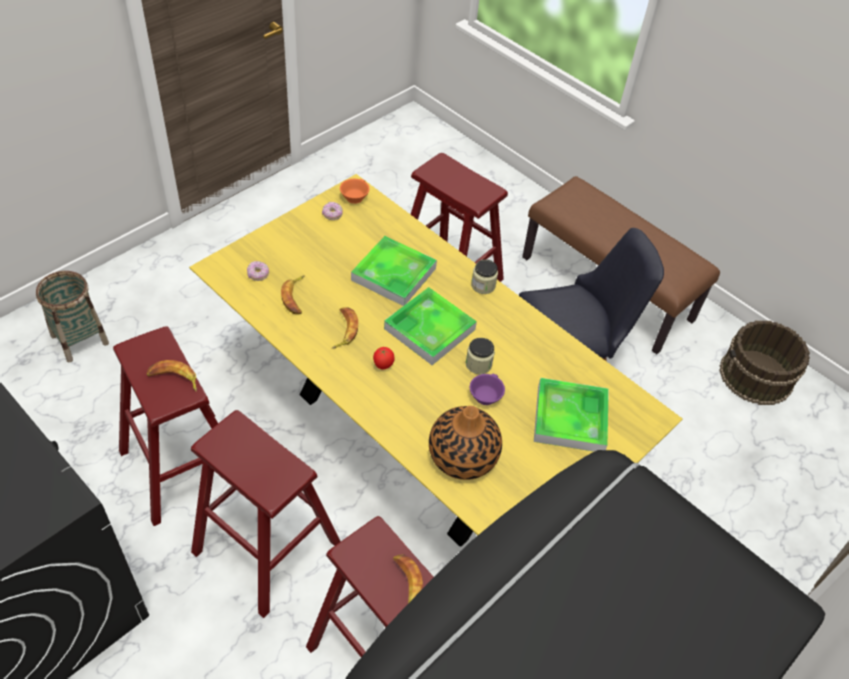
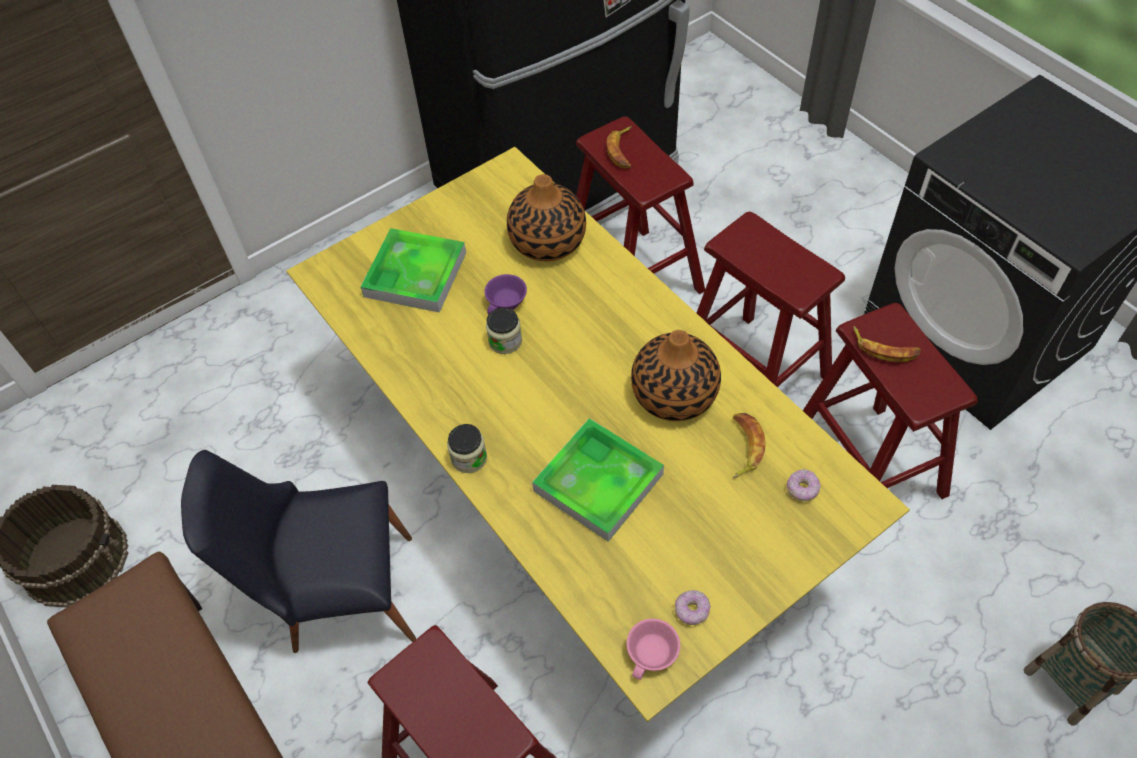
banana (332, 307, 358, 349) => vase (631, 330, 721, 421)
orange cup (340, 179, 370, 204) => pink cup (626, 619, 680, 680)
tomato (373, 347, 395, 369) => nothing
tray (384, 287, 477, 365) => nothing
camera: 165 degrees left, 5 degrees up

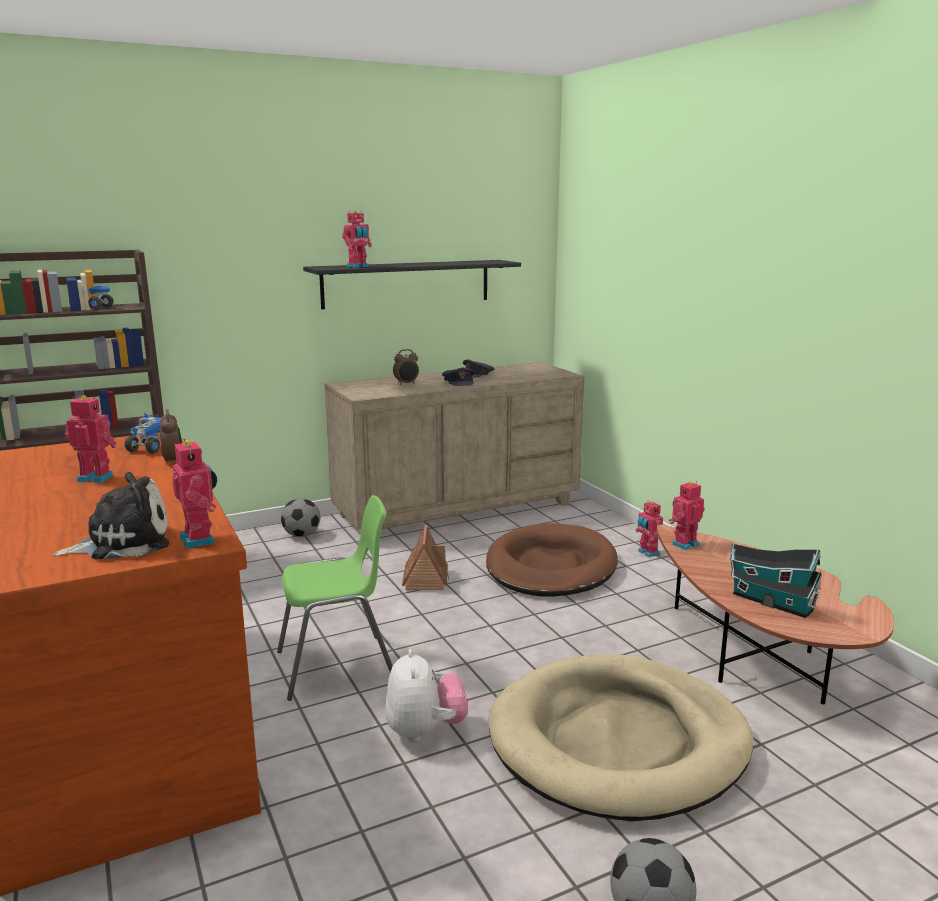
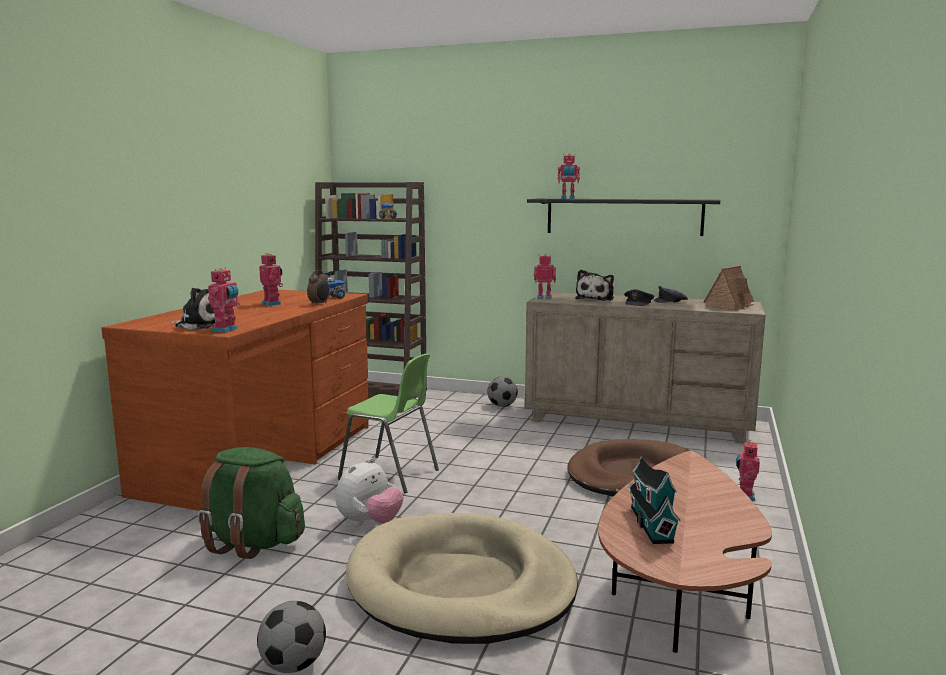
alarm clock (393, 349, 419, 385) => plush toy (576, 270, 614, 301)
toy house (402, 525, 449, 590) => toy house (704, 265, 754, 310), relocated
toy robot (669, 481, 705, 550) => toy robot (534, 254, 556, 299), relocated
nothing => green backpack (198, 447, 305, 559)
camera: 45 degrees right, 5 degrees down

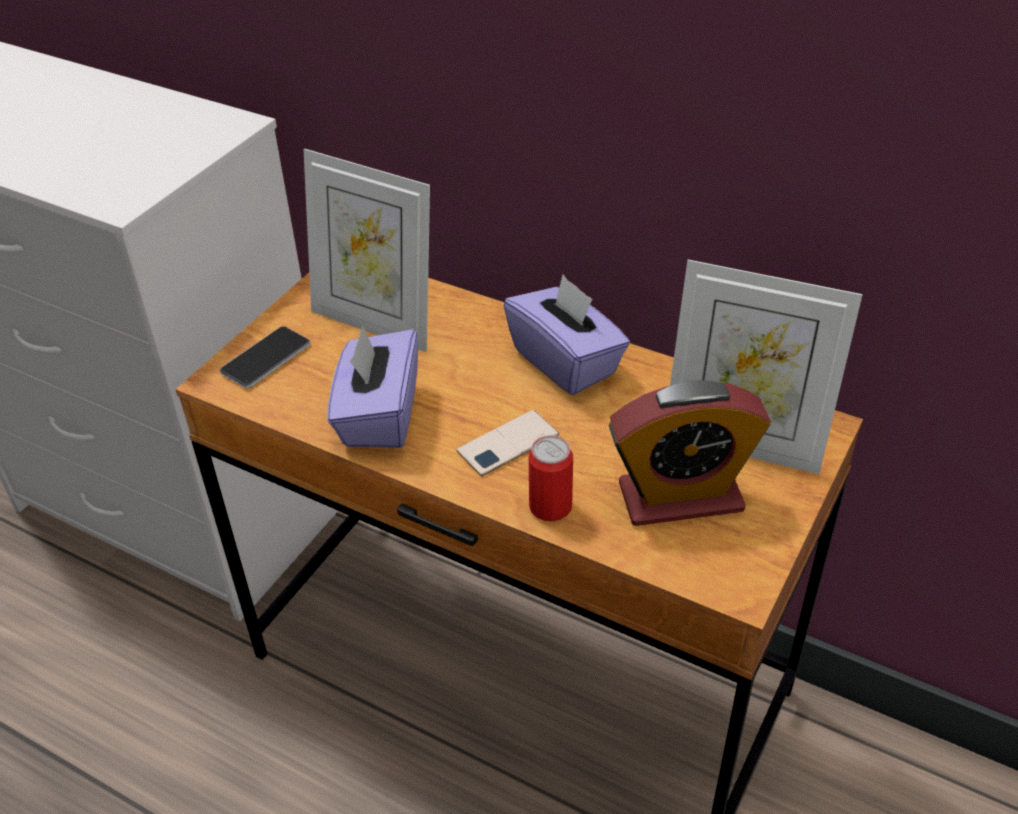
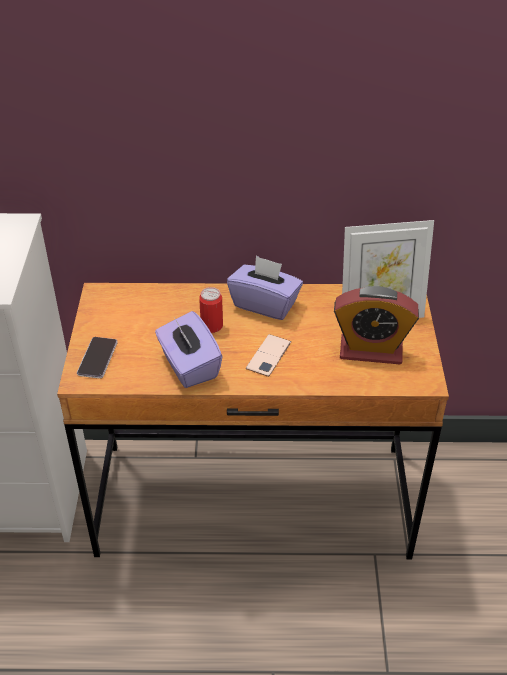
picture frame (303, 149, 430, 352) => nothing
can (529, 435, 573, 521) => can (199, 287, 223, 333), relocated
alarm clock (609, 380, 771, 526) => alarm clock (334, 286, 419, 364), 45 degrees clockwise
camera: 30 degrees left, 0 degrees up

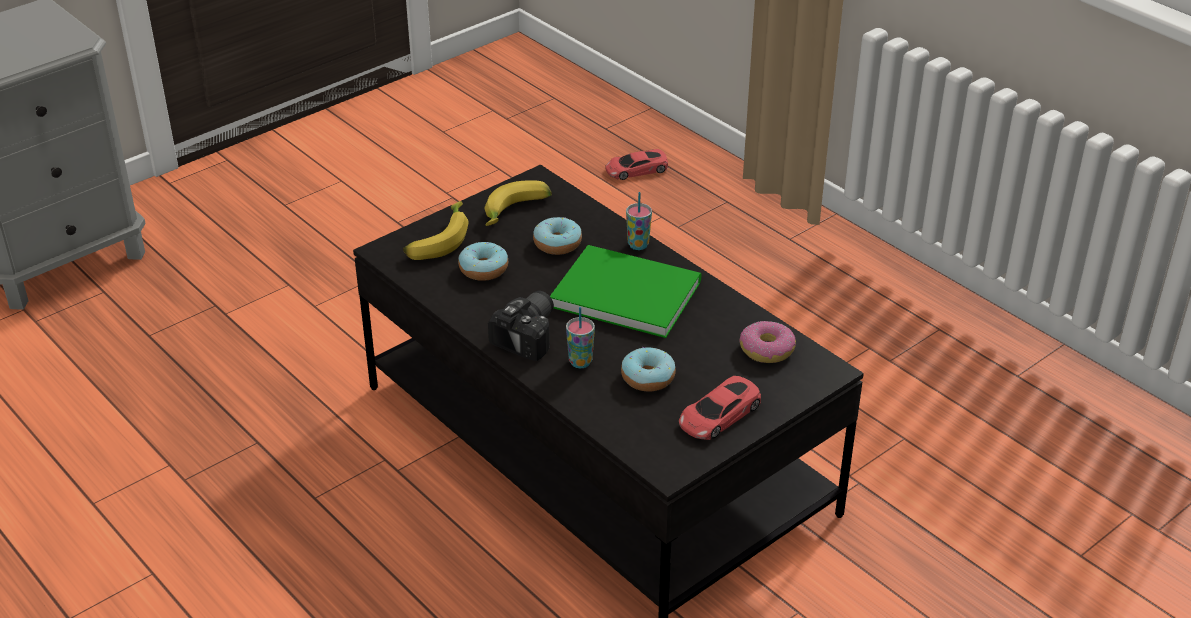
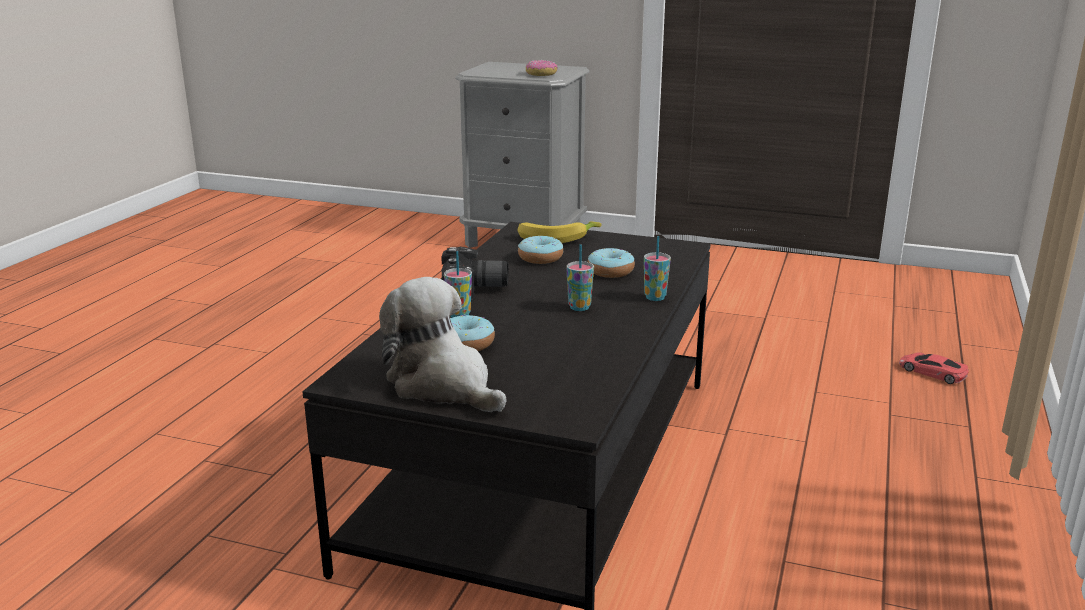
banana (485, 180, 552, 226) => nothing
green book (550, 245, 701, 338) => cup (566, 244, 594, 311)
red toy car (679, 376, 761, 440) => plush toy (379, 277, 507, 412)
donut (739, 321, 796, 363) => donut (526, 60, 558, 76), relocated
camera: 60 degrees right, 15 degrees down

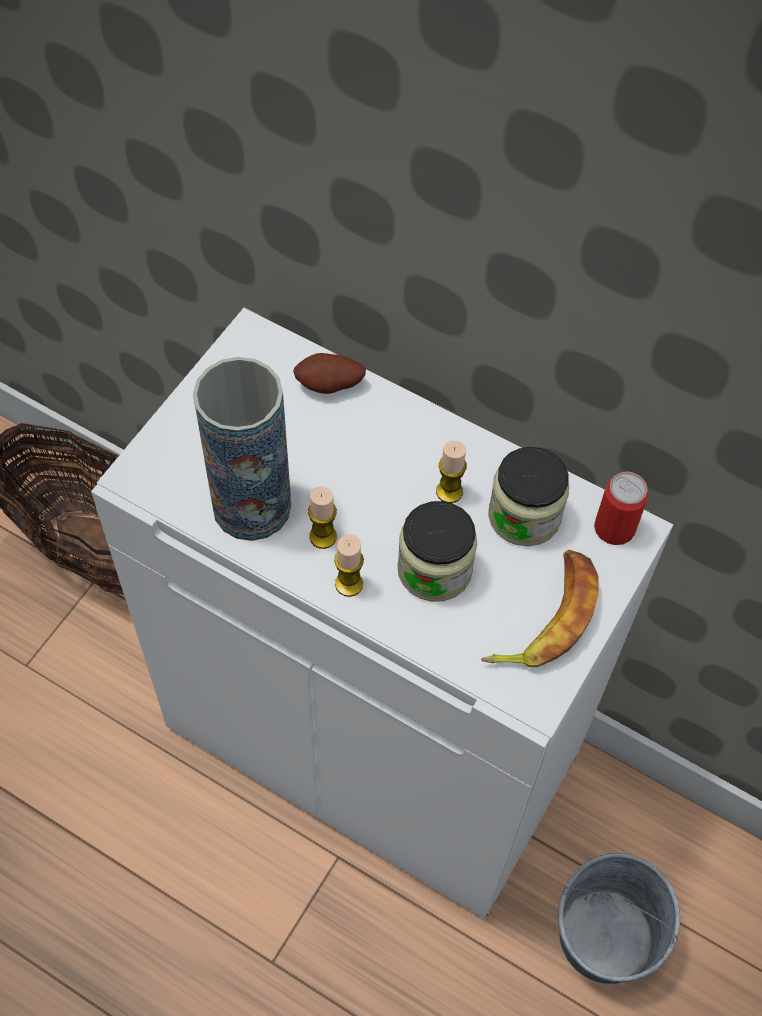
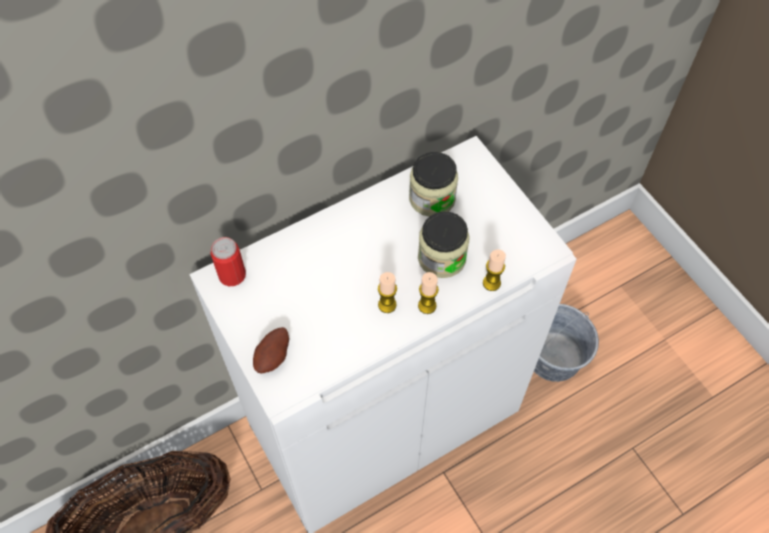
vase (193, 357, 291, 541) => nothing
potato (293, 353, 366, 394) => potato (253, 327, 289, 374), relocated
candle (436, 441, 467, 503) => candle (483, 249, 506, 291), relocated
banana (481, 550, 599, 667) => nothing
can (594, 472, 648, 545) => can (211, 237, 246, 286), relocated
camera: 60 degrees left, 0 degrees up

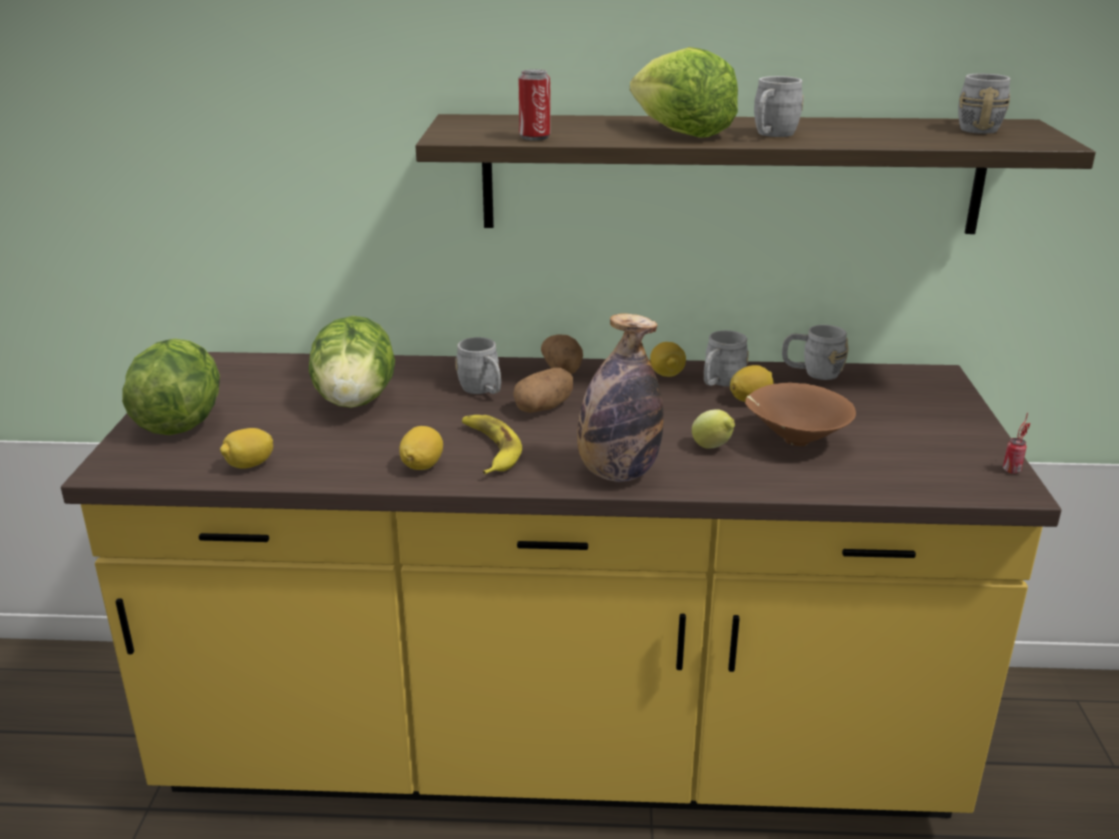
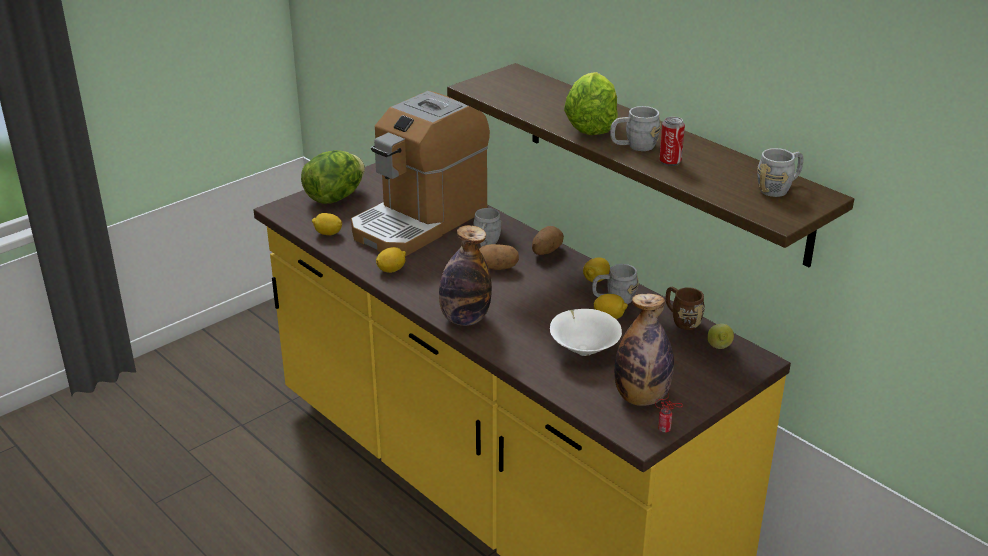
lettuce (309, 316, 395, 408) => coffee machine (351, 91, 490, 256)
banana (462, 415, 522, 474) => nothing
can (518, 69, 550, 141) => can (659, 117, 685, 166), relocated
lemon (692, 409, 735, 449) => lemon (708, 324, 734, 349), relocated
brown bowl (745, 382, 856, 446) => white bowl (550, 309, 622, 356)
grey mug (782, 325, 849, 380) => brown mug (666, 287, 705, 330)
nothing => bottle (614, 293, 674, 406)
camera: 45 degrees right, 5 degrees up

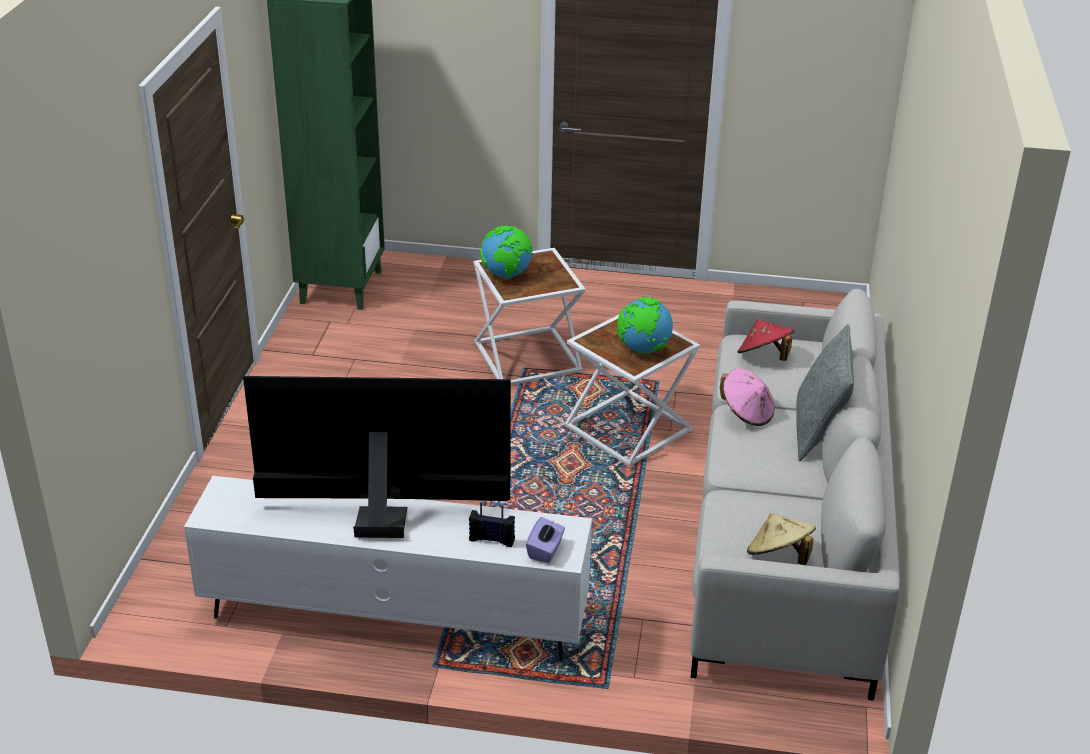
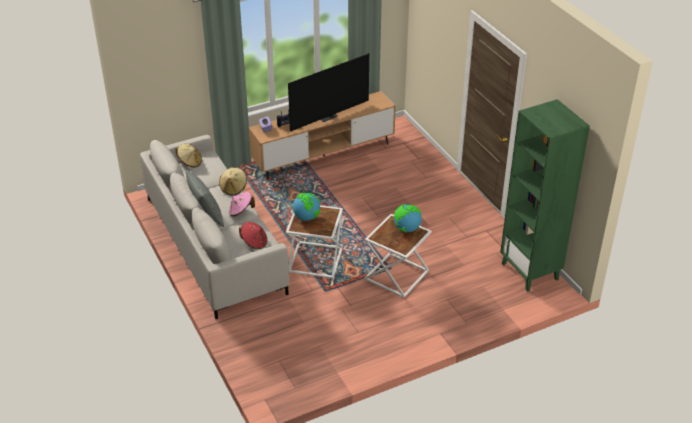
white tv stand (184, 476, 592, 661) => brown tv stand (249, 91, 396, 180)
nothing => beige hat (219, 167, 247, 195)
camera: 145 degrees right, 5 degrees up

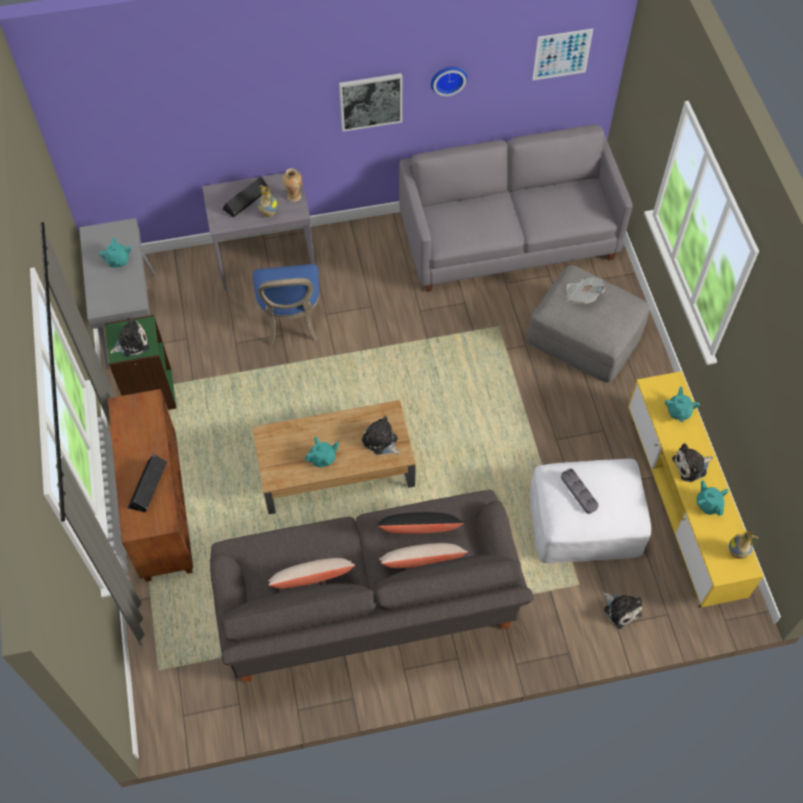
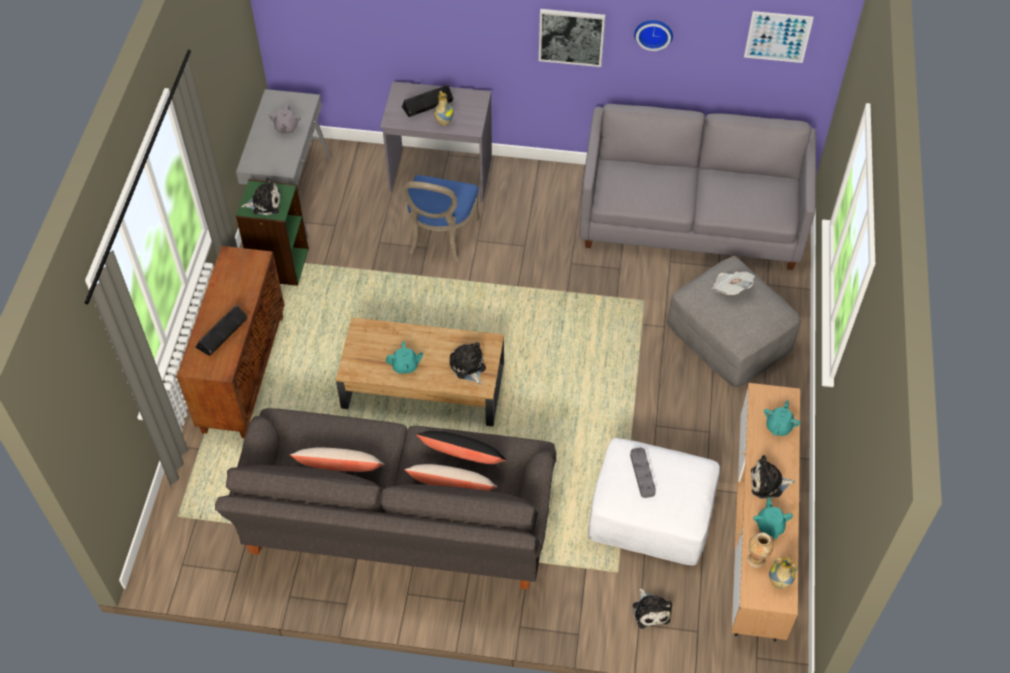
turquoise teapot (99, 238, 131, 268) => grey teapot (268, 105, 301, 134)
vase (282, 168, 302, 202) => vase (748, 533, 774, 568), relocated
yellow tv stand (628, 371, 764, 608) => brown tv stand (731, 383, 800, 642)
camera: 20 degrees right, 5 degrees down

